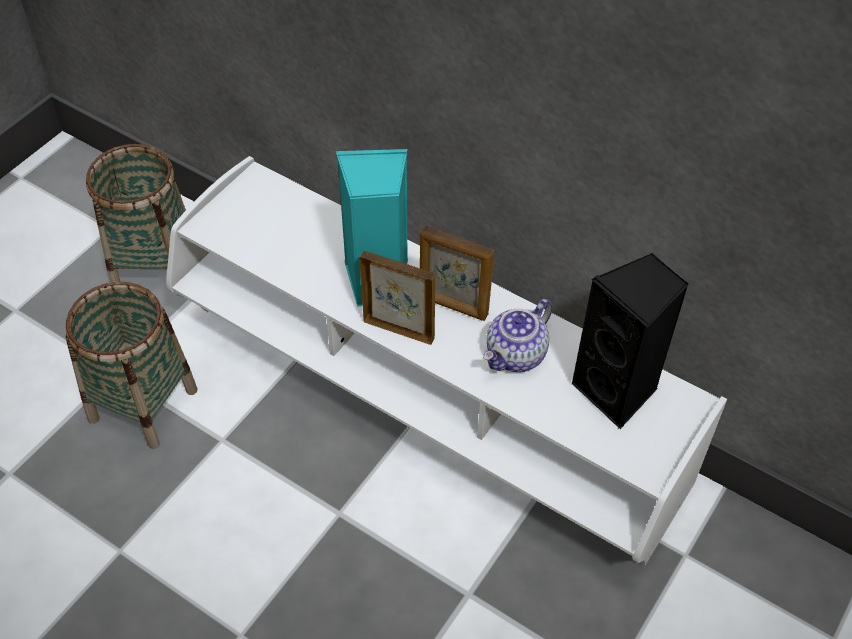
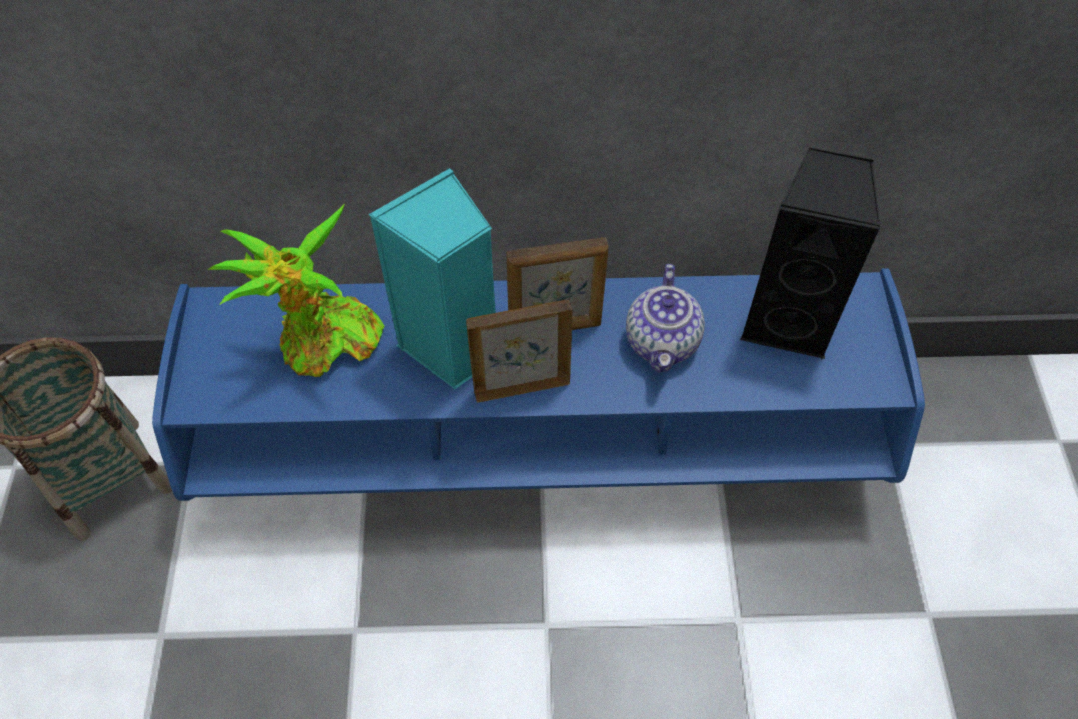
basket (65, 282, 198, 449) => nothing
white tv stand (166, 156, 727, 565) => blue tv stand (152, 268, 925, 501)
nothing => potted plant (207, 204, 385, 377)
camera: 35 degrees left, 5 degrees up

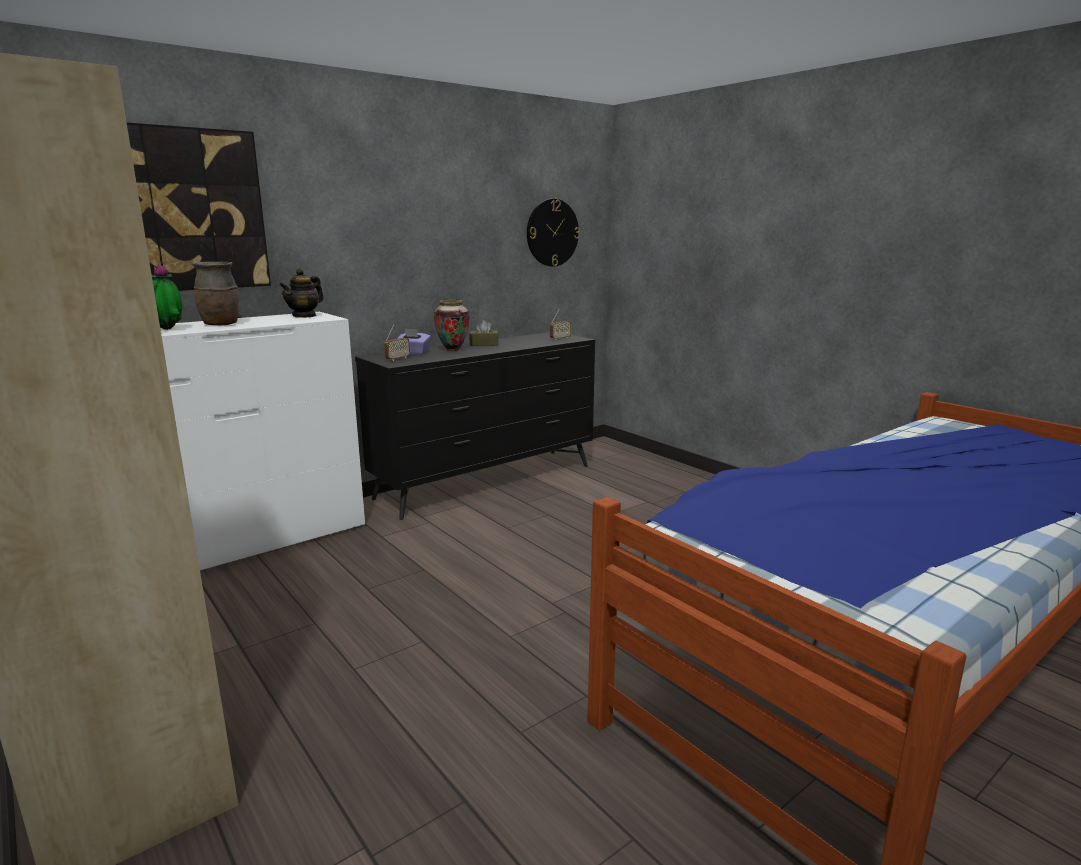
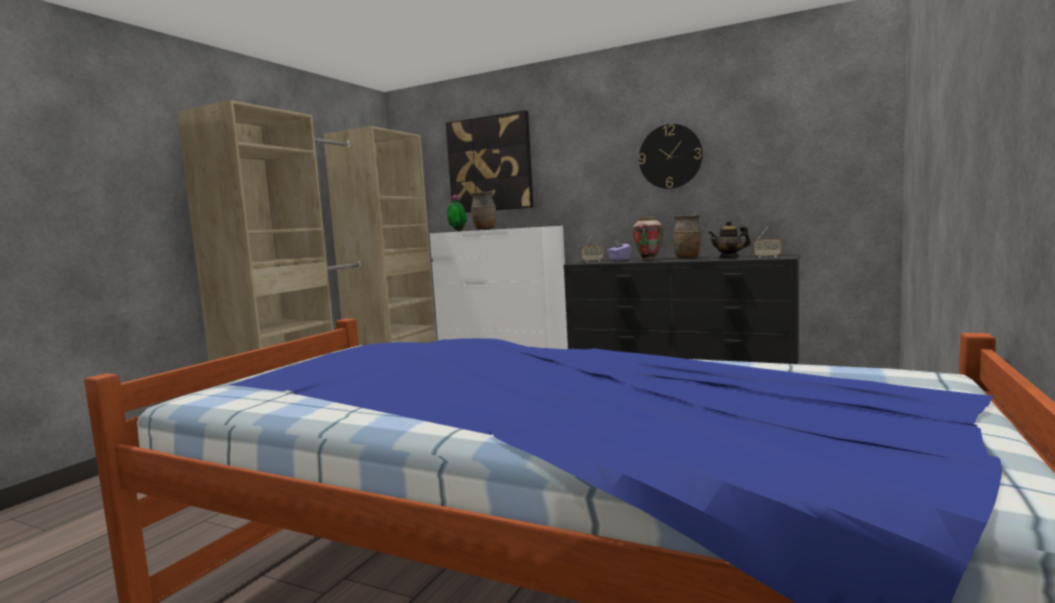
teapot (279, 268, 323, 318) => teapot (708, 220, 751, 258), relocated
brown tissue box (469, 320, 498, 346) => brown vase (673, 215, 702, 258)
wall clock (527, 199, 580, 267) => wall clock (639, 124, 703, 189), relocated
camera: 65 degrees right, 10 degrees down

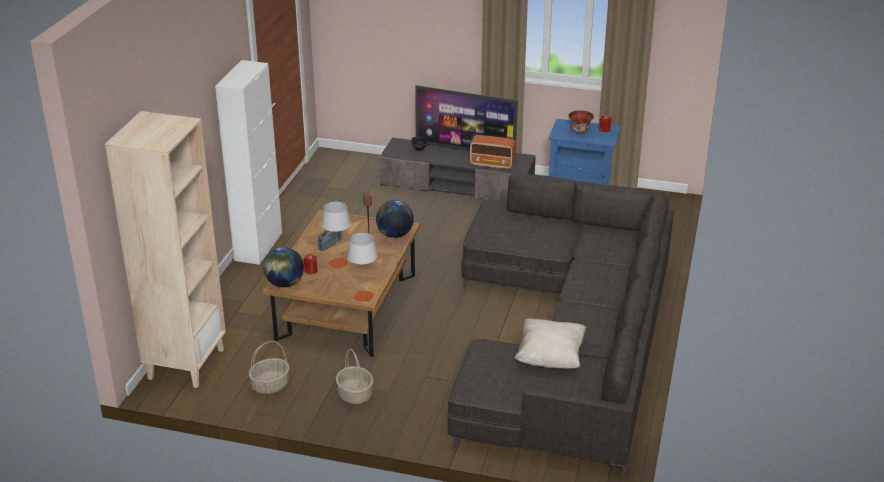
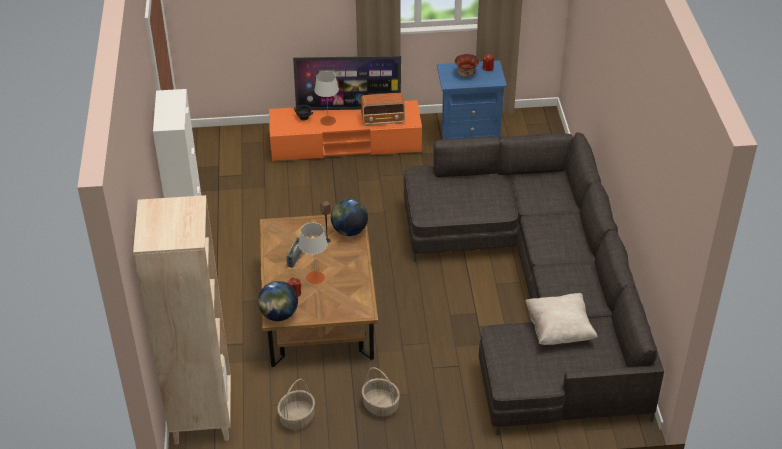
grey table lamp (347, 233, 377, 302) => grey table lamp (315, 71, 339, 126), relocated
grey tv stand (379, 137, 536, 201) => orange tv stand (269, 100, 422, 161)
camera: 20 degrees left, 10 degrees up

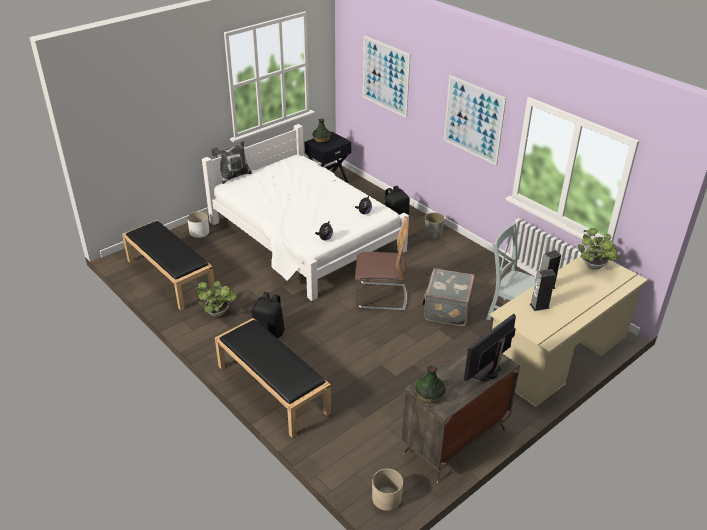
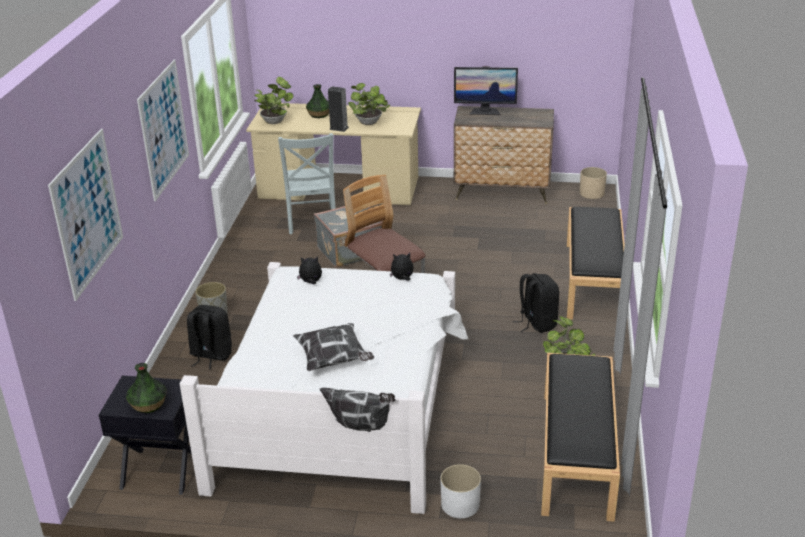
vase (415, 366, 446, 403) => vase (306, 84, 329, 118), relocated
speaker (530, 269, 556, 311) => potted plant (348, 83, 390, 125)
nothing => pillow (293, 323, 374, 371)
camera: 130 degrees left, 5 degrees down

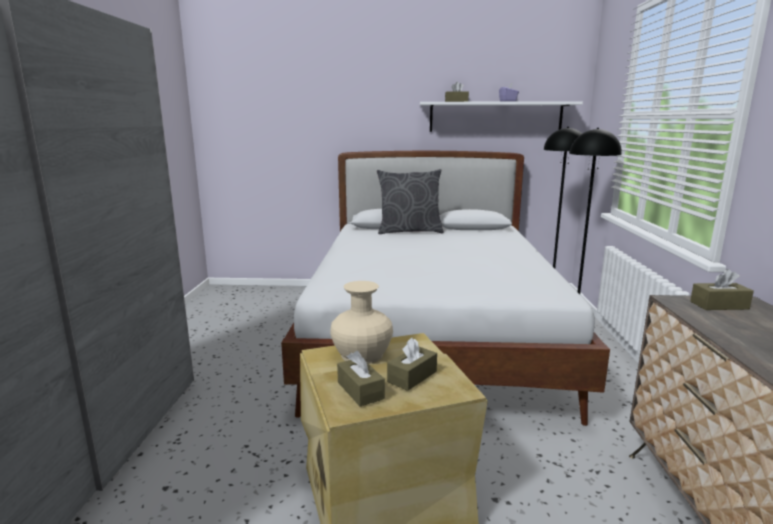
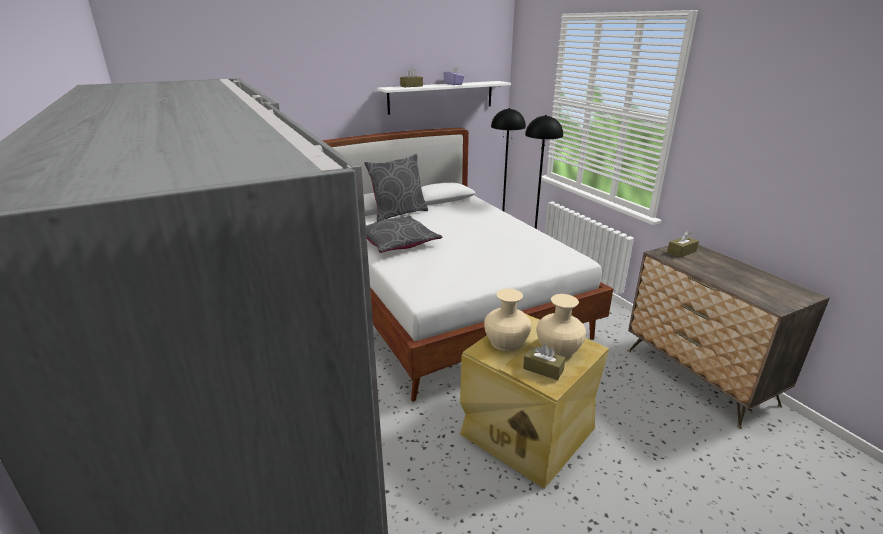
brown tissue box (387, 338, 437, 391) => beige vase (536, 294, 586, 358)
nothing => grey pillow (366, 216, 442, 253)
camera: 30 degrees left, 10 degrees up

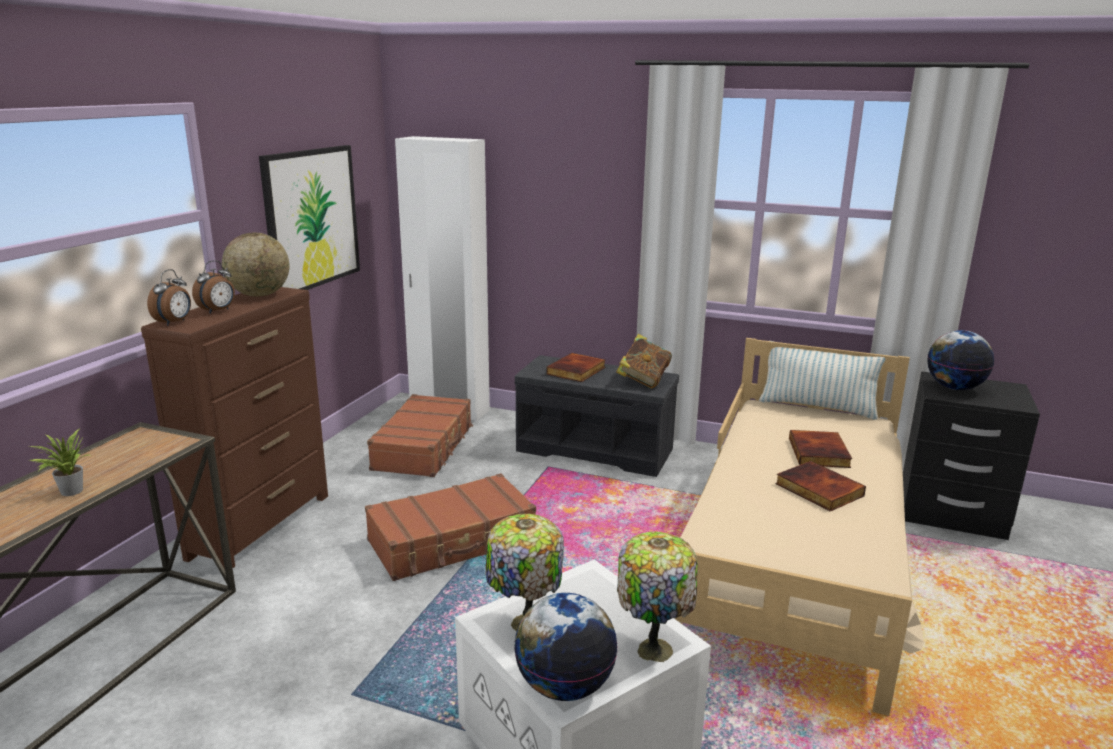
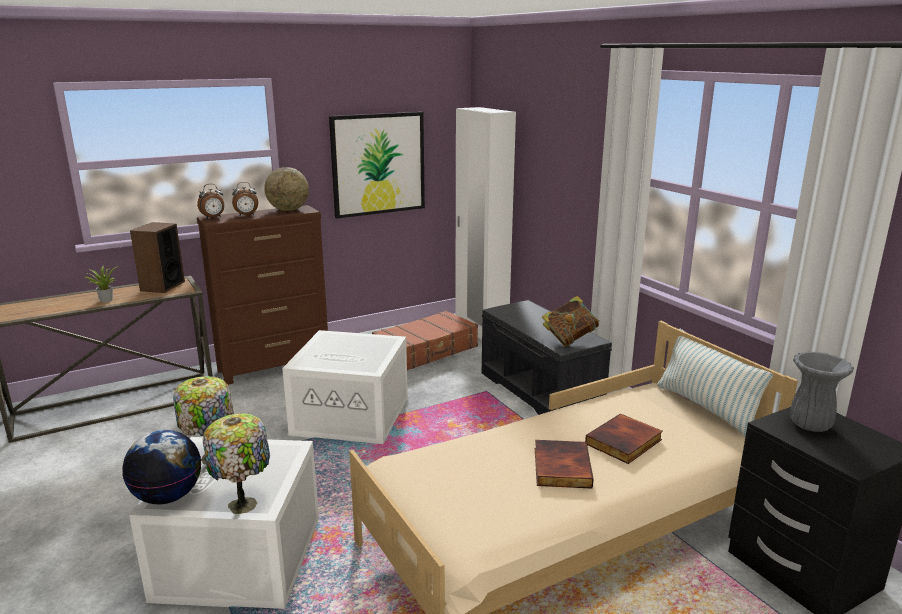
brown suitcase (365, 473, 536, 581) => white storage box (282, 330, 408, 444)
book (547, 353, 606, 382) => nothing
globe (927, 330, 994, 390) => grey vase (790, 351, 854, 432)
nothing => speaker (130, 222, 185, 293)
camera: 40 degrees right, 0 degrees up

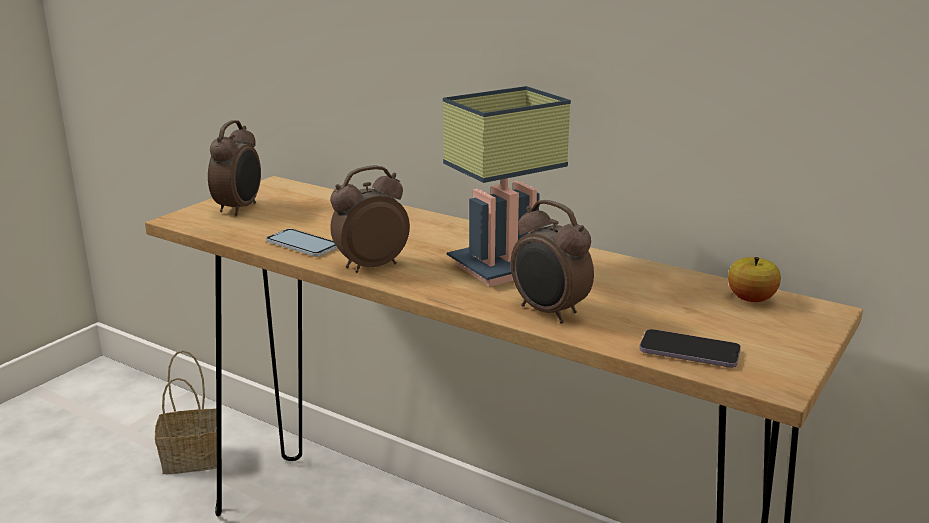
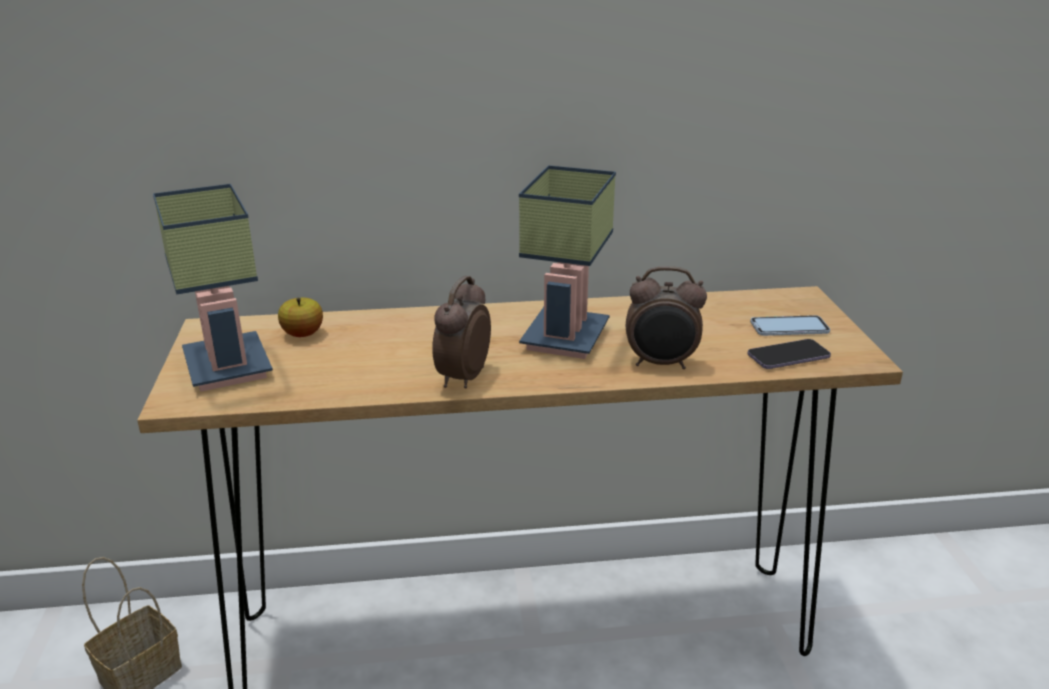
alarm clock (208, 120, 261, 216) => table lamp (153, 184, 273, 392)
phone (266, 229, 337, 257) => phone (750, 315, 830, 336), relocated
apple (728, 257, 781, 302) => apple (278, 298, 323, 337), relocated
camera: 40 degrees left, 5 degrees up

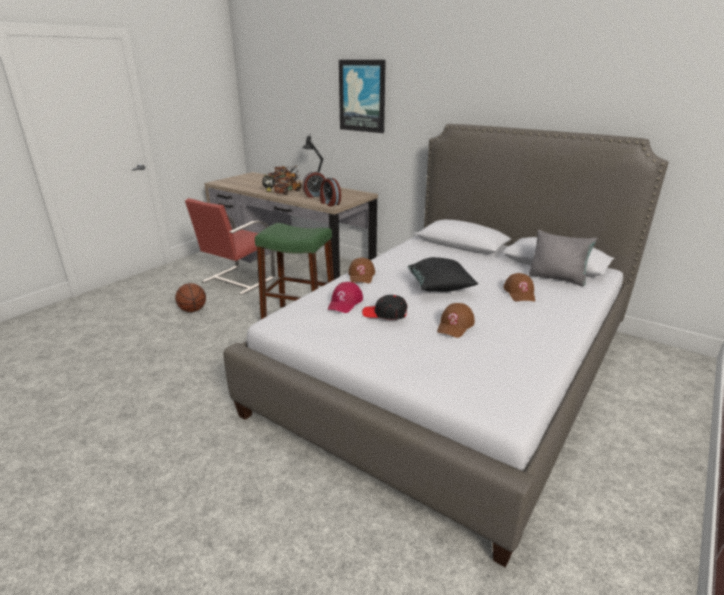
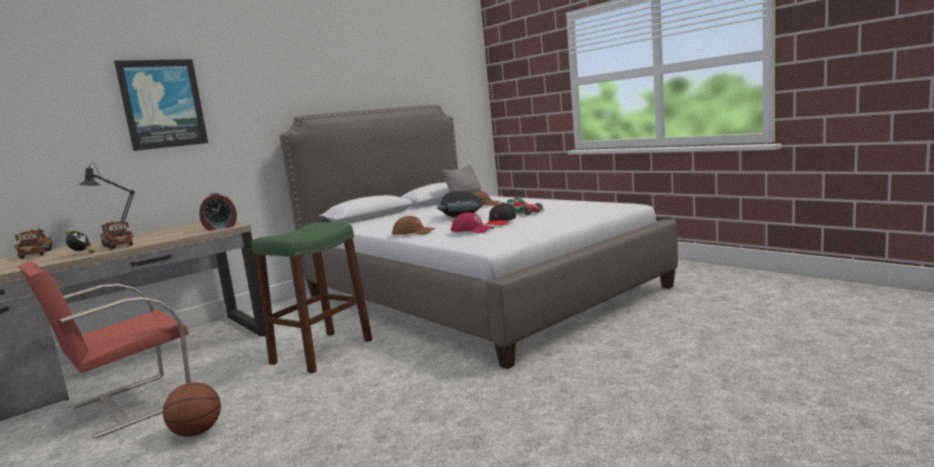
red chair (185, 198, 275, 295) => red chair (18, 262, 191, 438), 90 degrees clockwise
alarm clock (303, 171, 326, 198) => nothing
brown cap (437, 303, 475, 338) => toy car (507, 198, 545, 215)
camera: 75 degrees left, 15 degrees down

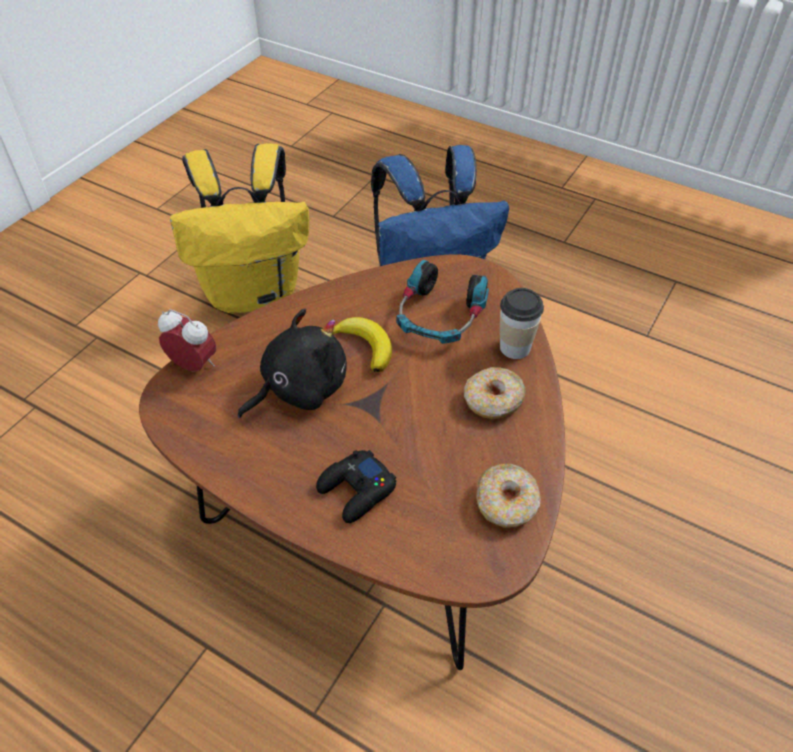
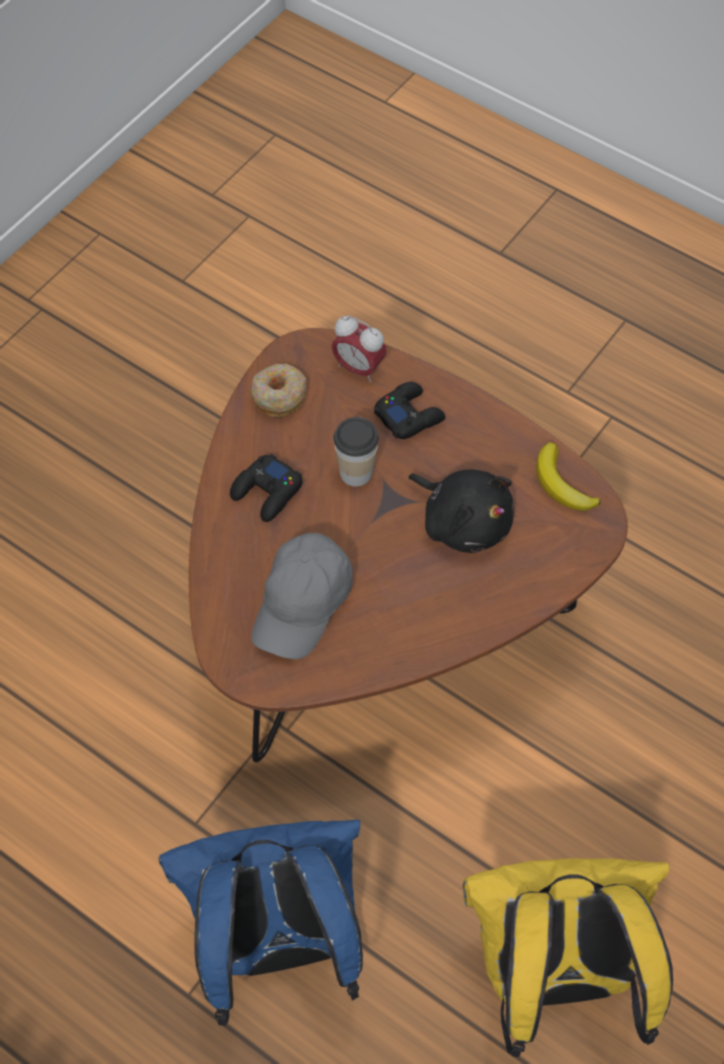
alarm clock (158, 309, 216, 372) => alarm clock (332, 316, 387, 382), relocated
black plush toy (237, 308, 347, 418) => black plush toy (408, 470, 514, 553), 105 degrees counterclockwise
banana (332, 317, 392, 372) => banana (536, 442, 601, 511), relocated
headphones (396, 260, 489, 344) => grey cap (251, 533, 353, 659)
donut (464, 367, 526, 419) => black game controller (230, 453, 302, 522)
cup (500, 288, 544, 359) => cup (333, 417, 379, 487), relocated
camera: 175 degrees left, 10 degrees up

